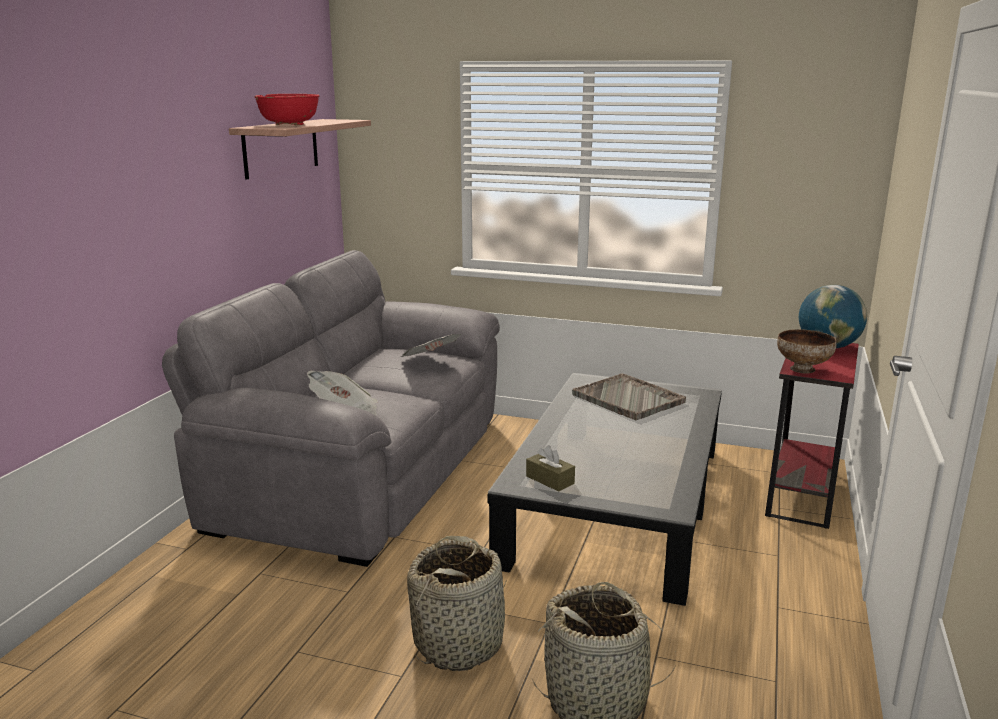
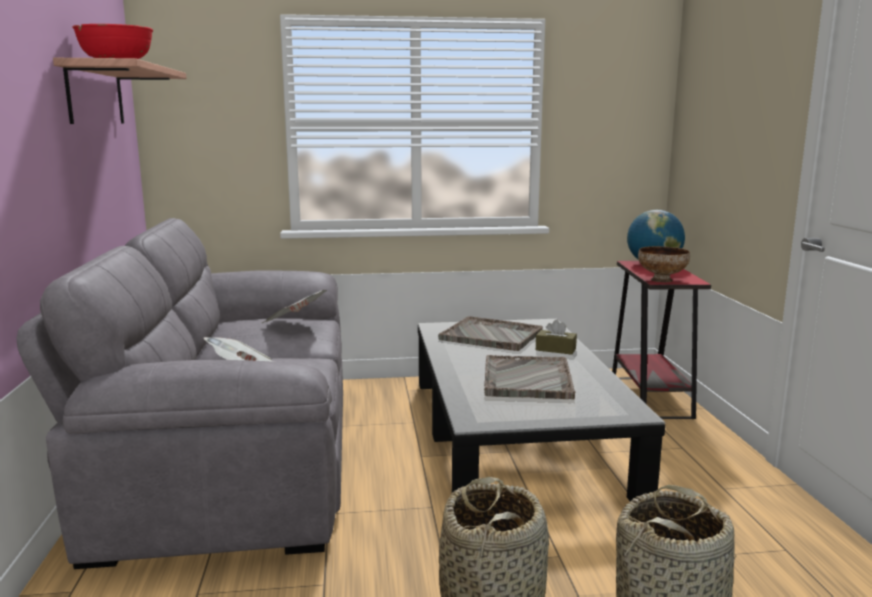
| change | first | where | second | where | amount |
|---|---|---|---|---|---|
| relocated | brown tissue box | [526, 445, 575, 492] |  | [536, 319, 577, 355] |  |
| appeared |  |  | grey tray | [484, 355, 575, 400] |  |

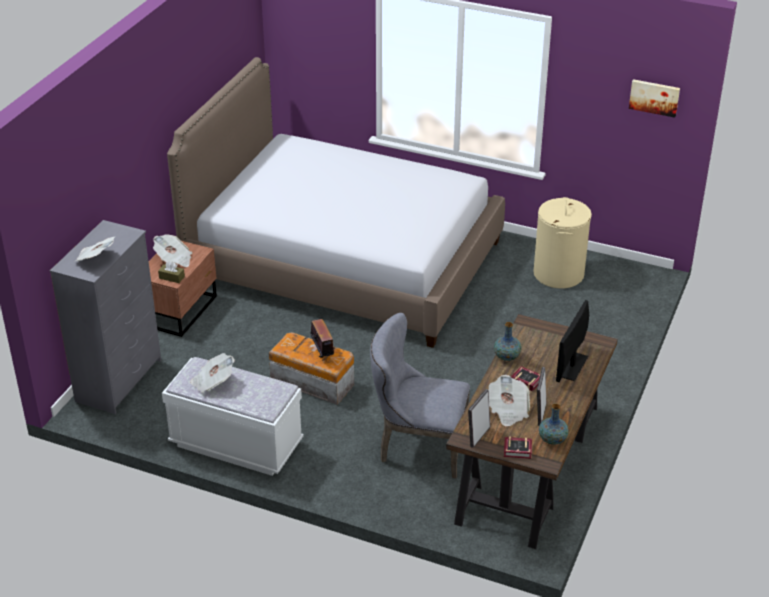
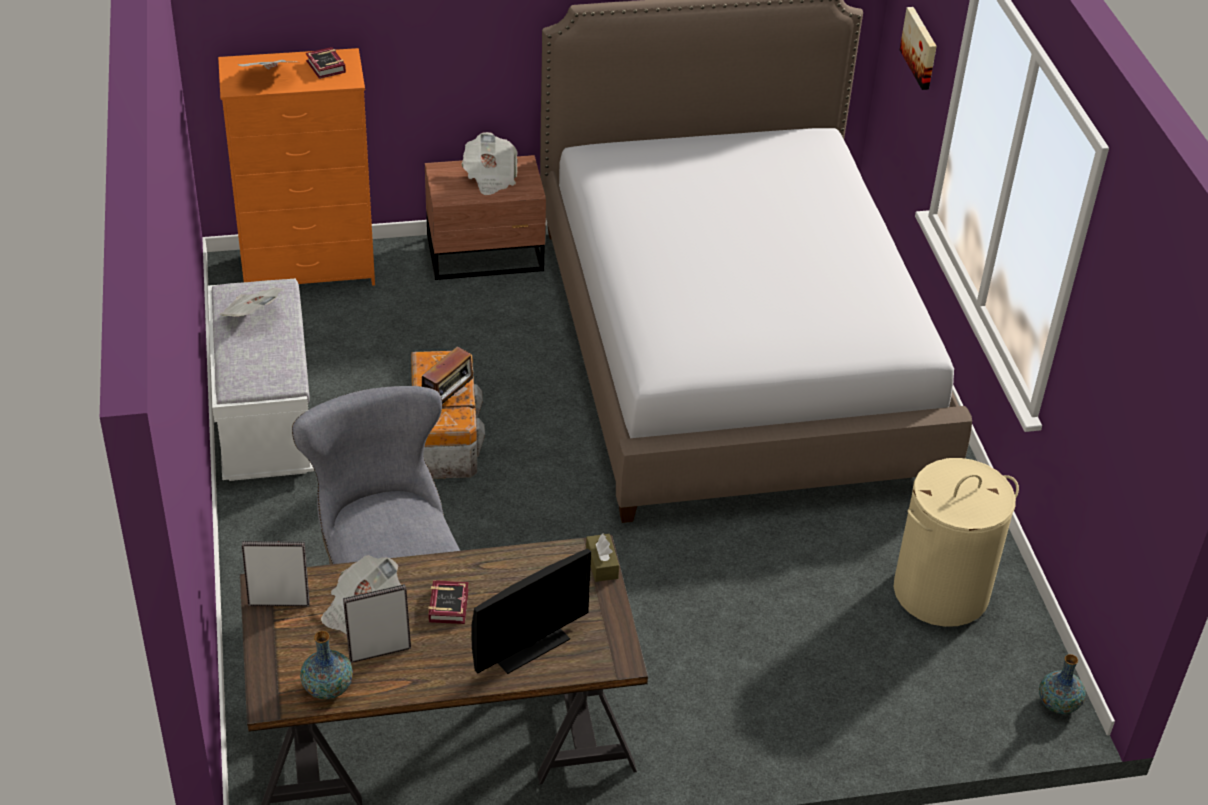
| change | first | where | second | where | amount |
|---|---|---|---|---|---|
| relocated | picture | [629, 79, 680, 118] |  | [900, 7, 937, 90] |  |
| colour | grey dresser | [50, 220, 162, 414] | orange dresser | [218, 48, 375, 286] |  |
| relocated | brown tissue box | [158, 261, 185, 283] |  | [586, 534, 619, 582] |  |
| spun | monitor | [556, 300, 589, 382] |  | [471, 549, 591, 674] | 150 degrees clockwise |
| relocated | vase | [494, 322, 521, 361] |  | [1039, 654, 1086, 714] |  |
| relocated | book | [504, 437, 532, 459] |  | [306, 47, 346, 79] |  |

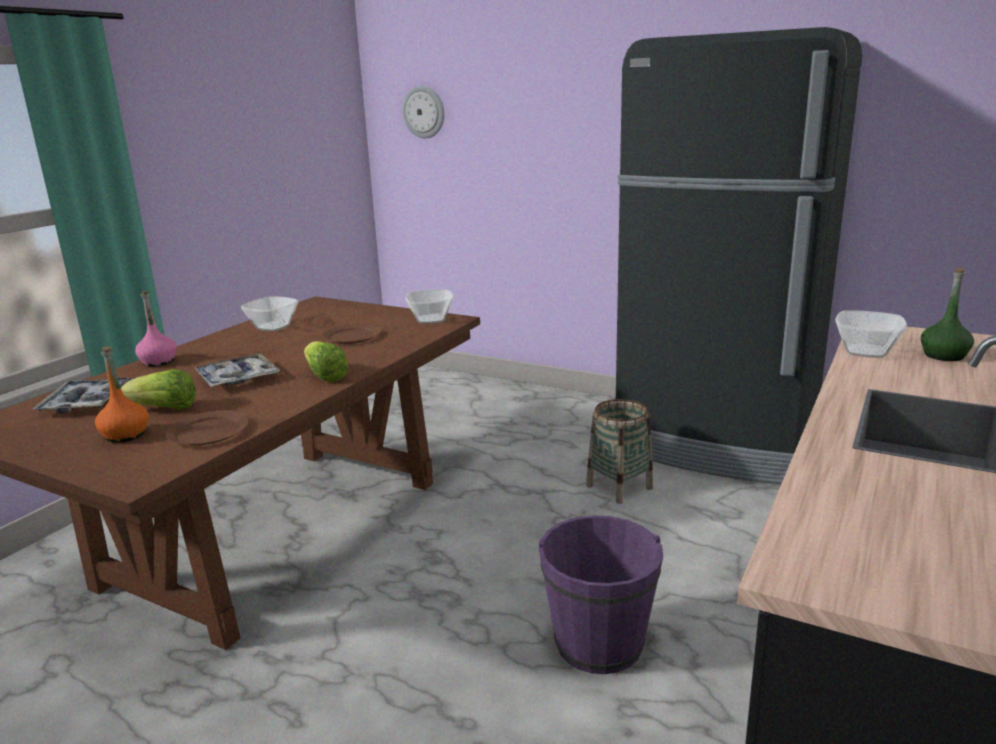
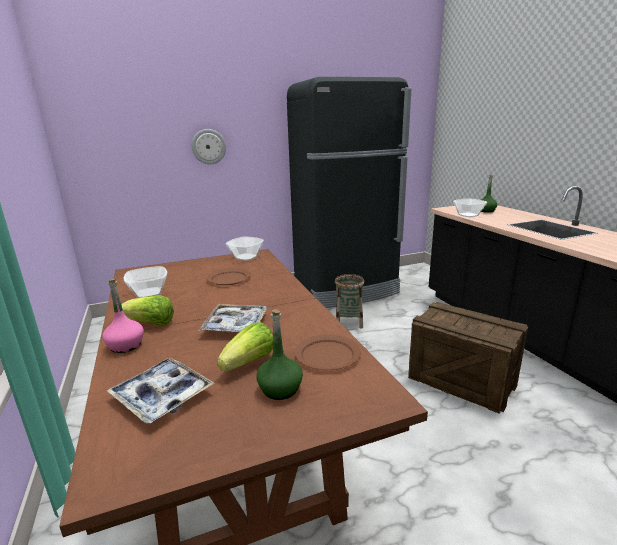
| change | first | where | second | where | amount |
|---|---|---|---|---|---|
| relocated | wall clock | [402, 86, 444, 138] |  | [192, 129, 226, 164] |  |
| relocated | lettuce | [304, 341, 349, 382] |  | [121, 295, 174, 326] |  |
| colour | orange bottle | [95, 346, 149, 443] | green bottle | [257, 309, 303, 400] |  |
| exchanged | purple bucket | [539, 515, 663, 674] | crate | [408, 302, 528, 414] |  |

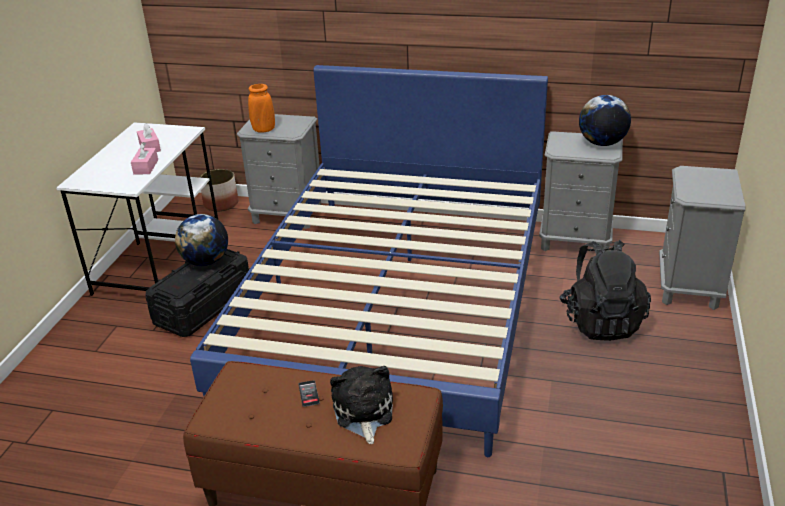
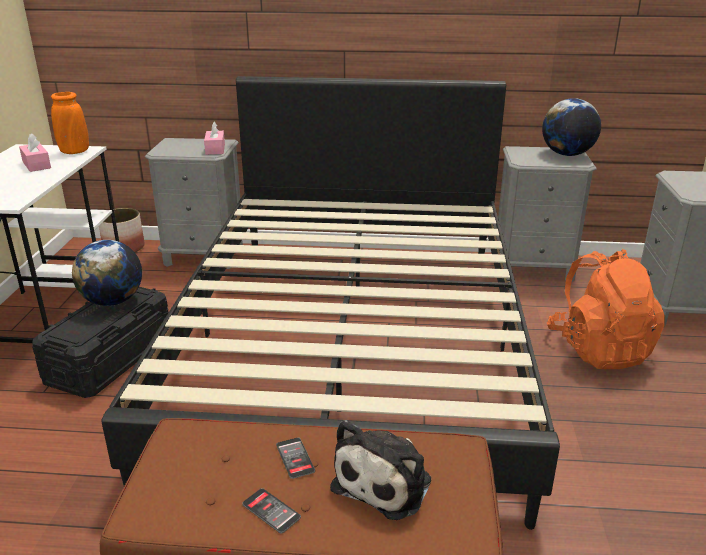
| change | first | where | second | where | amount |
|---|---|---|---|---|---|
| colour | blue bed | [190, 65, 548, 457] | black bed | [102, 76, 560, 530] |  |
| relocated | orange vase | [248, 84, 275, 133] |  | [51, 92, 89, 154] |  |
| relocated | pink tissue box | [131, 142, 158, 175] |  | [204, 121, 225, 155] |  |
| colour | black backpack | [559, 240, 651, 341] | orange backpack | [547, 249, 665, 369] |  |
| spun | plush toy | [330, 366, 393, 444] |  | [330, 420, 431, 520] | 135 degrees counterclockwise |
| appeared |  |  | phone | [242, 488, 301, 534] |  |

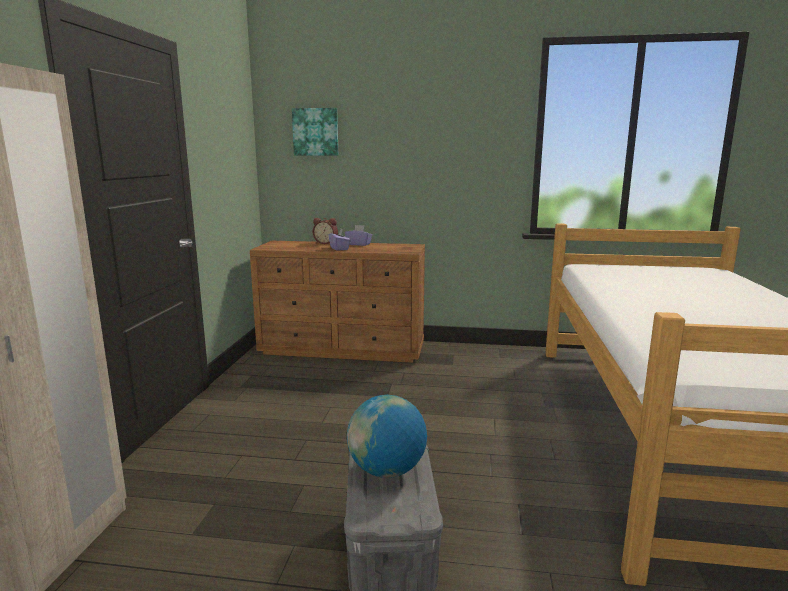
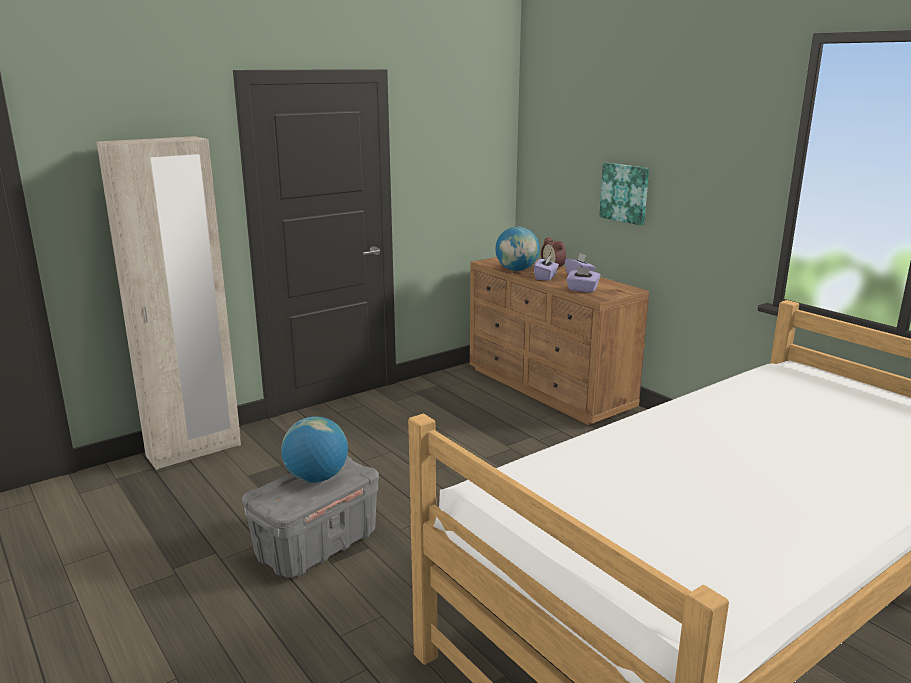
| change | first | where | second | where | amount |
|---|---|---|---|---|---|
| relocated | picture | [292, 108, 338, 156] |  | [599, 163, 649, 225] |  |
| appeared |  |  | globe | [495, 227, 540, 271] |  |
| appeared |  |  | purple tissue box | [566, 267, 600, 293] |  |

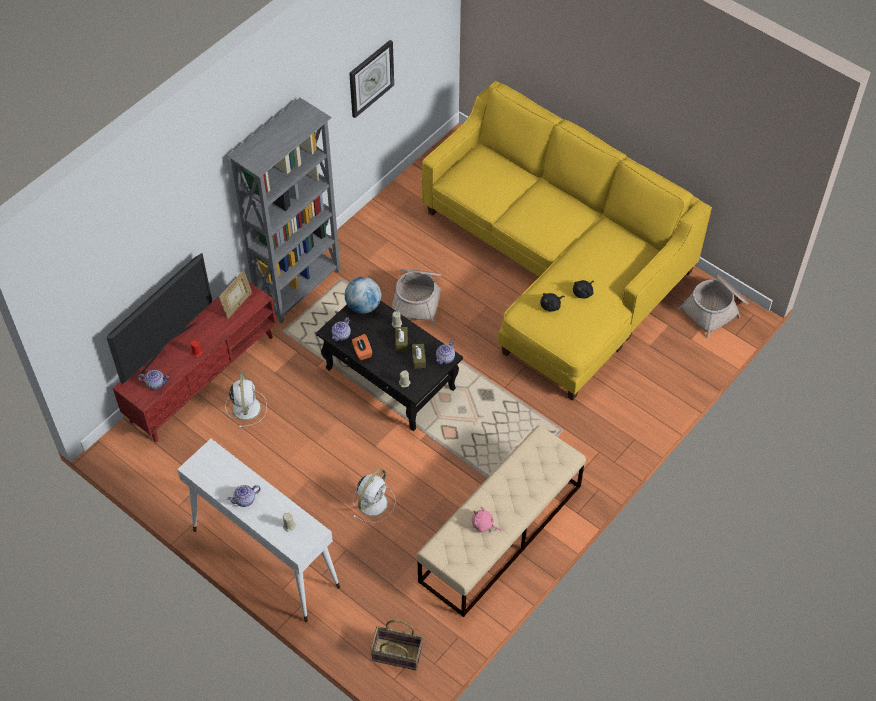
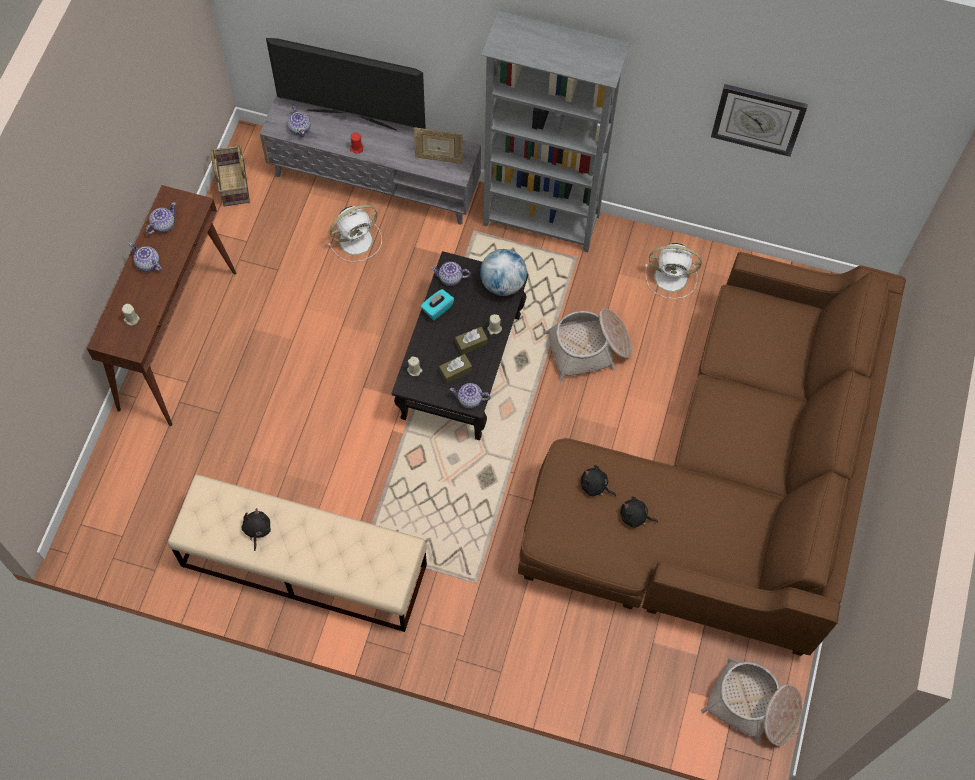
| change | first | where | second | where | amount |
|---|---|---|---|---|---|
| colour | yellow sofa | [422, 81, 712, 401] | brown sofa | [518, 252, 906, 656] |  |
| colour | red tv stand | [113, 281, 276, 442] | grey tv stand | [260, 95, 481, 225] |  |
| colour | orange tissue box | [352, 334, 372, 360] | turquoise tissue box | [421, 289, 454, 320] |  |
| colour | white console table | [177, 439, 340, 622] | brown console table | [87, 185, 236, 426] |  |
| relocated | white fan | [353, 468, 396, 523] |  | [645, 243, 702, 299] |  |
| colour | pink plush toy | [472, 507, 501, 532] | black plush toy | [241, 508, 271, 551] |  |
| relocated | basket | [370, 620, 423, 670] |  | [211, 145, 250, 206] |  |
| appeared |  |  | teapot | [146, 202, 176, 234] |  |

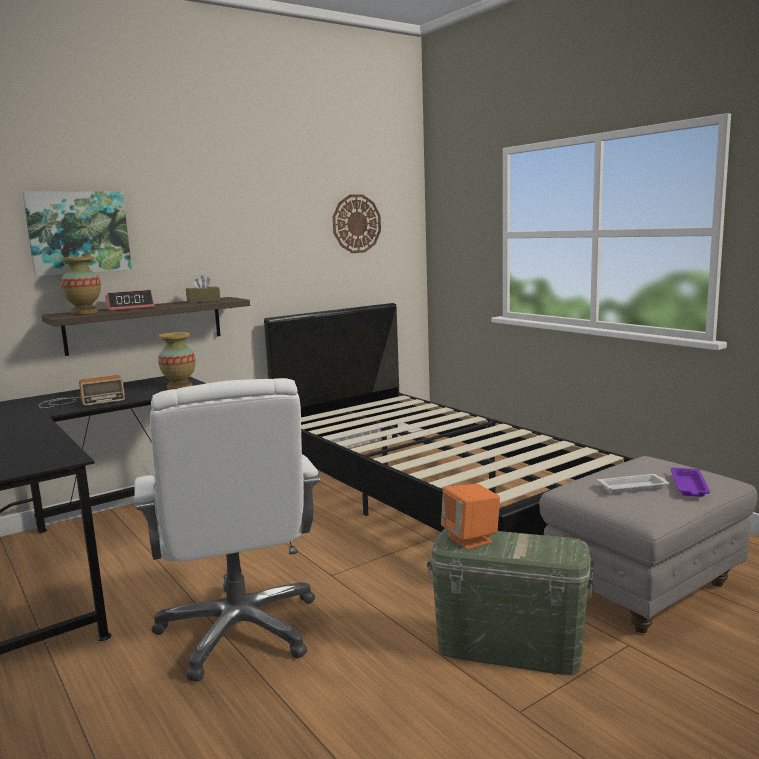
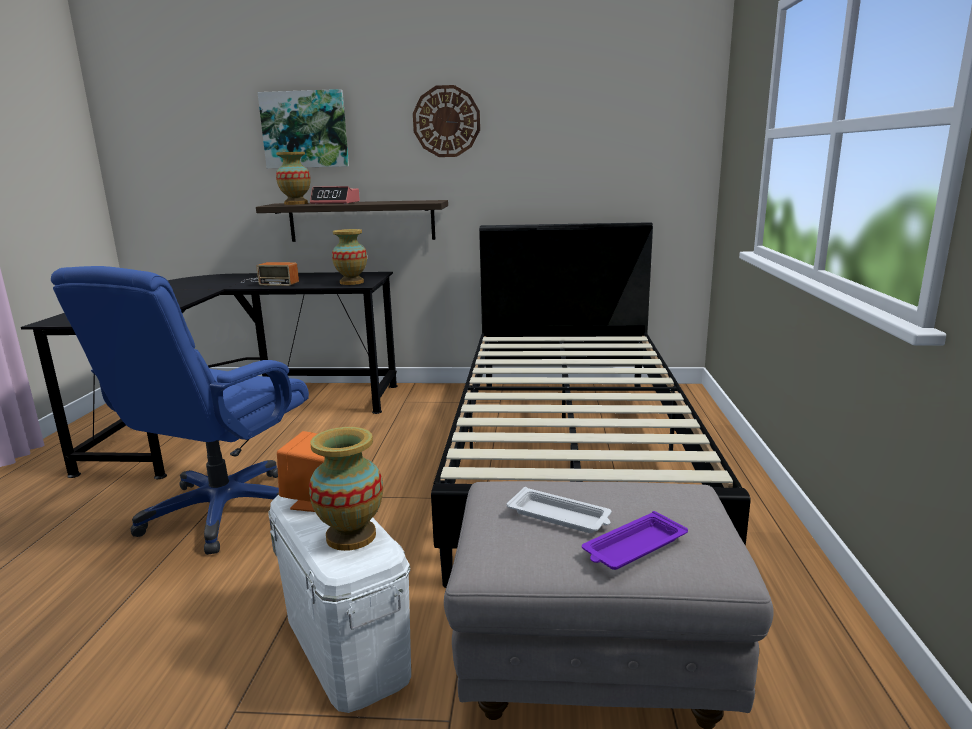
| change | first | where | second | where | amount |
|---|---|---|---|---|---|
| relocated | wall clock | [333, 194, 381, 253] |  | [413, 85, 480, 157] |  |
| missing | brown tissue box | [186, 275, 220, 303] |  |  |  |
| colour | white office chair | [134, 378, 320, 682] | blue office chair | [51, 266, 309, 555] |  |
| colour | green storage box | [427, 529, 594, 675] | white storage box | [268, 495, 411, 713] |  |
| appeared |  |  | vase | [309, 427, 383, 551] |  |

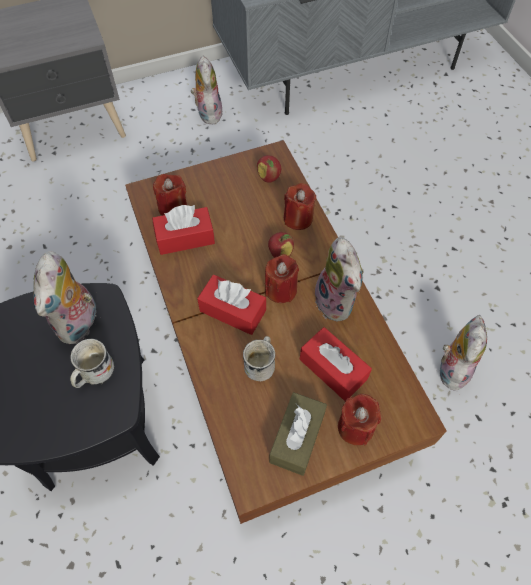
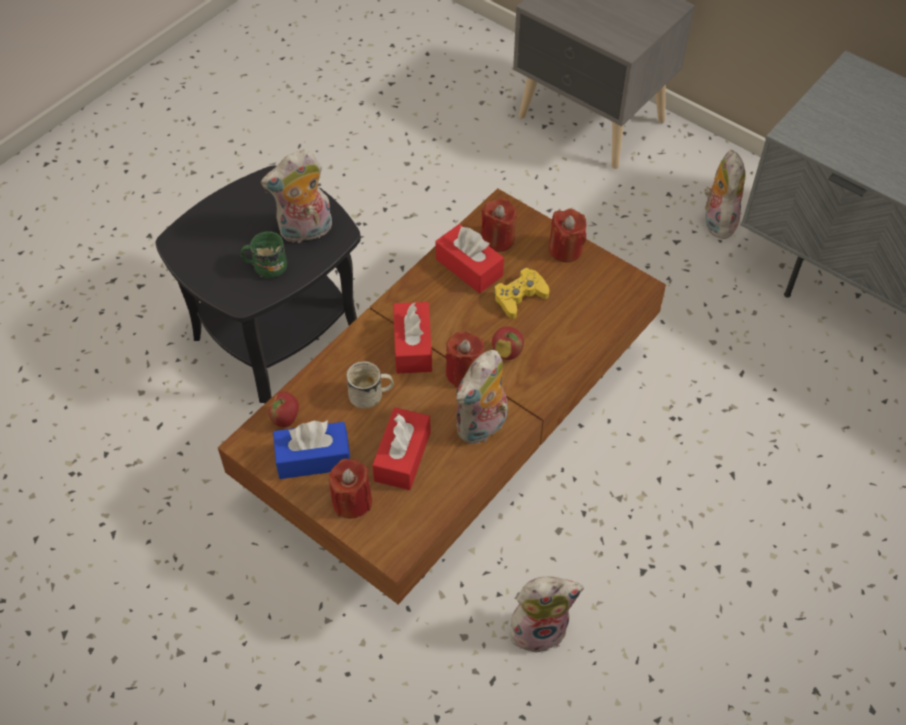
| change | first | where | second | where | amount |
|---|---|---|---|---|---|
| spun | plush toy | [191, 56, 223, 124] |  | [704, 150, 745, 239] | 45 degrees counterclockwise |
| relocated | apple | [257, 155, 281, 183] |  | [268, 392, 299, 427] |  |
| relocated | red candle | [284, 183, 316, 230] |  | [549, 209, 586, 262] |  |
| colour | white mug | [70, 339, 114, 388] | green mug | [241, 231, 287, 278] |  |
| colour | brown tissue box | [269, 392, 327, 476] | blue tissue box | [273, 420, 350, 479] |  |
| appeared |  |  | yellow game controller | [494, 268, 549, 319] |  |

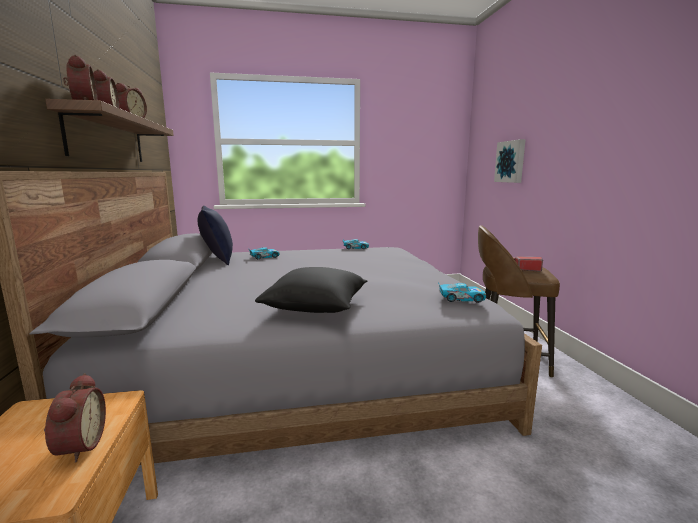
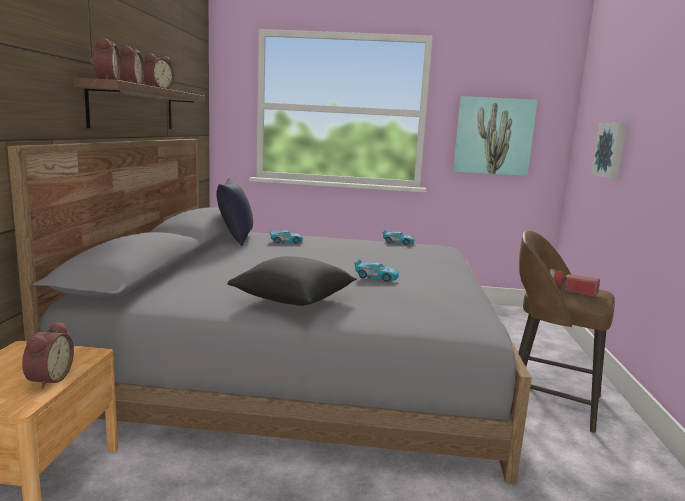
| change | first | where | second | where | amount |
|---|---|---|---|---|---|
| relocated | toy car | [438, 282, 486, 303] |  | [354, 260, 399, 282] |  |
| appeared |  |  | picture | [453, 96, 538, 176] |  |

